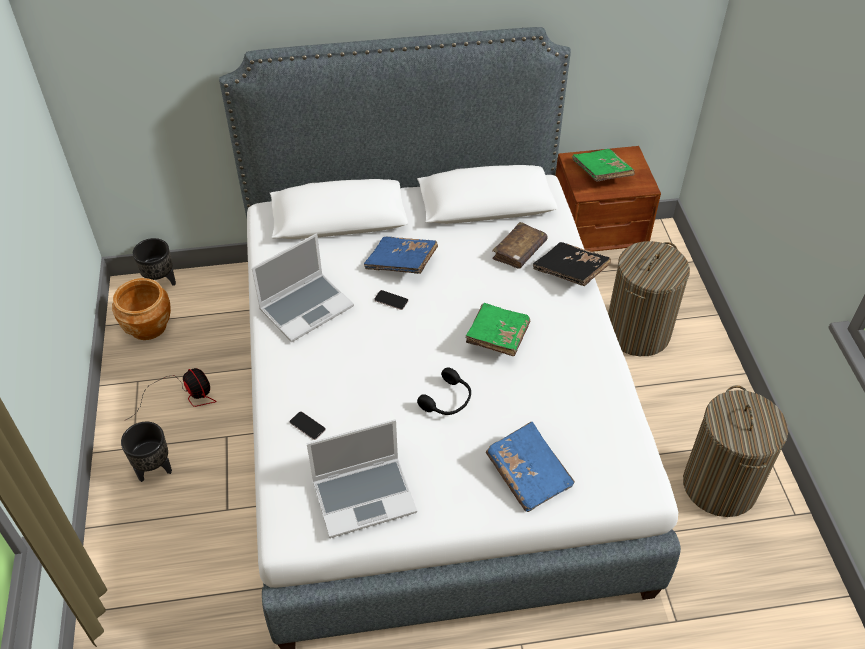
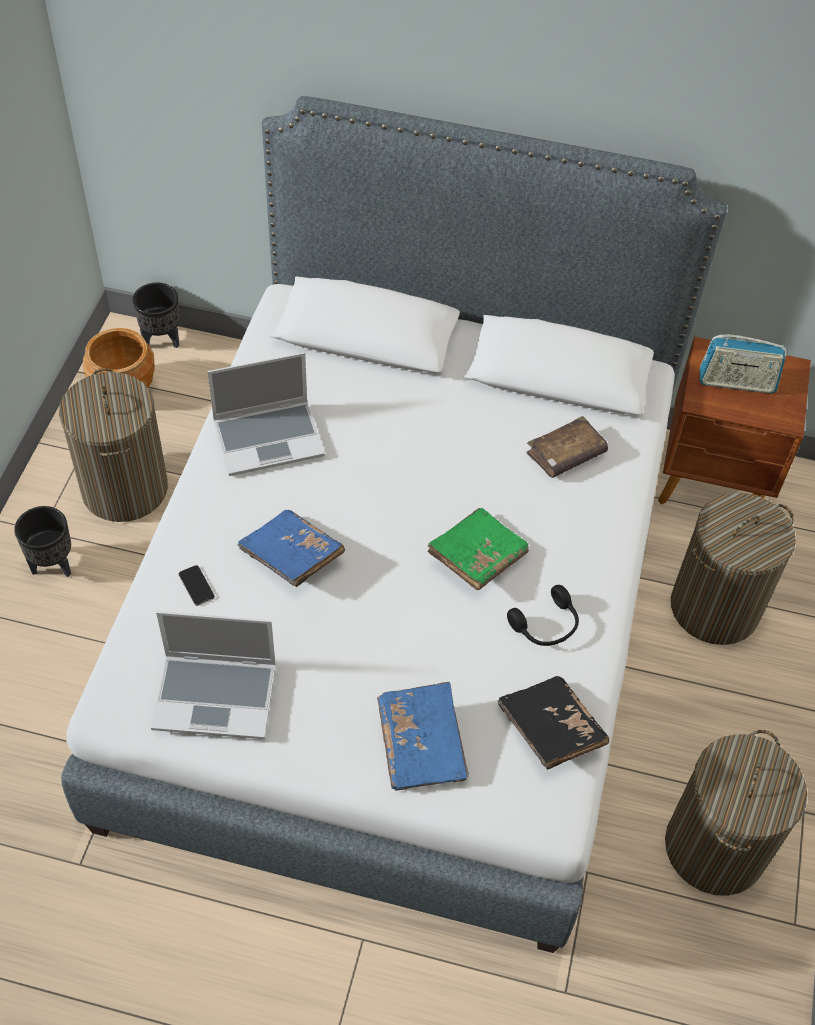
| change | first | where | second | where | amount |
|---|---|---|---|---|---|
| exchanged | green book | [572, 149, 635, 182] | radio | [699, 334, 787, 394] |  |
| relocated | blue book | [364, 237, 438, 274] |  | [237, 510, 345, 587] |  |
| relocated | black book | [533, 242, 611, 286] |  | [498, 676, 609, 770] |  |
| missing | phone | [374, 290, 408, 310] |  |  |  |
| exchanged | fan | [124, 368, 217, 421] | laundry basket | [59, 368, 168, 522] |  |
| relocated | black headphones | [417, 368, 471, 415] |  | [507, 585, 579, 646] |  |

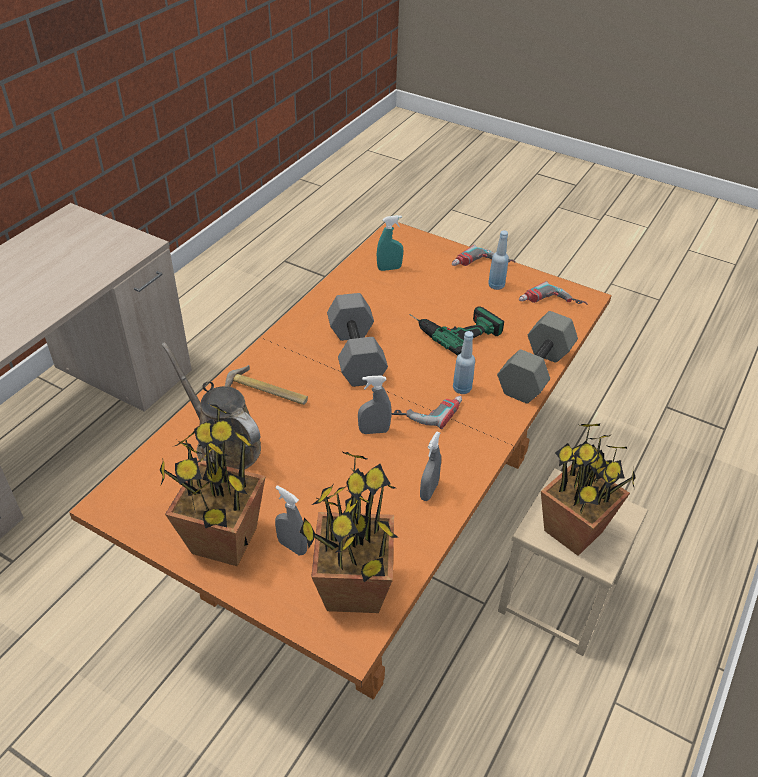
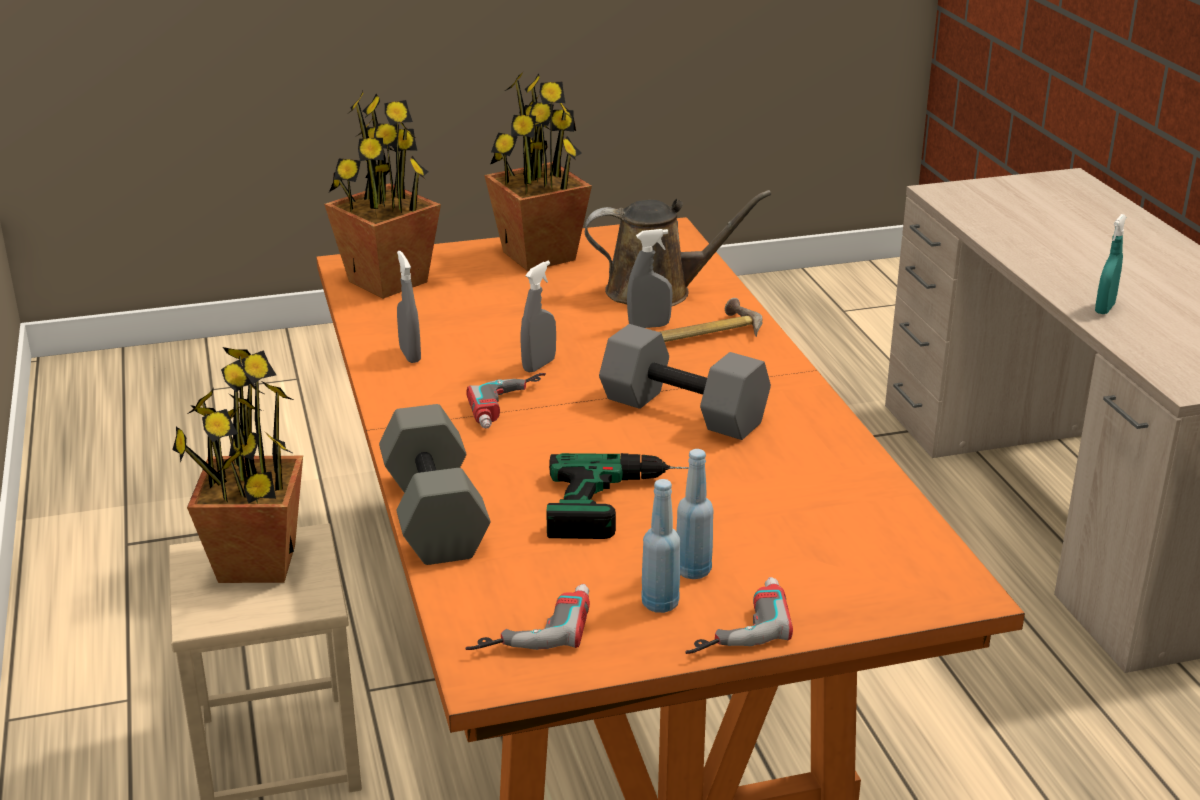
| change | first | where | second | where | amount |
|---|---|---|---|---|---|
| relocated | turquoise spray bottle | [377, 215, 403, 271] |  | [1095, 214, 1126, 314] |  |
| relocated | blue bottle | [453, 331, 475, 394] |  | [676, 449, 714, 579] |  |
| relocated | grey spray bottle | [275, 485, 308, 555] |  | [627, 229, 673, 328] |  |

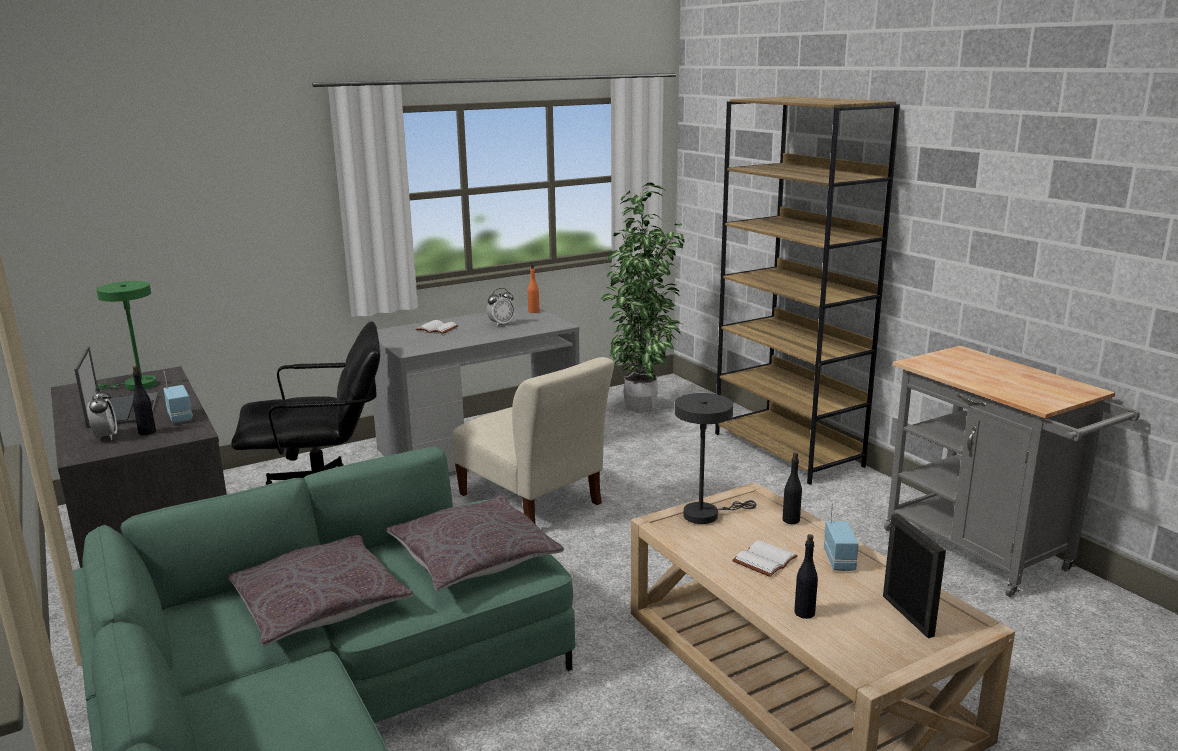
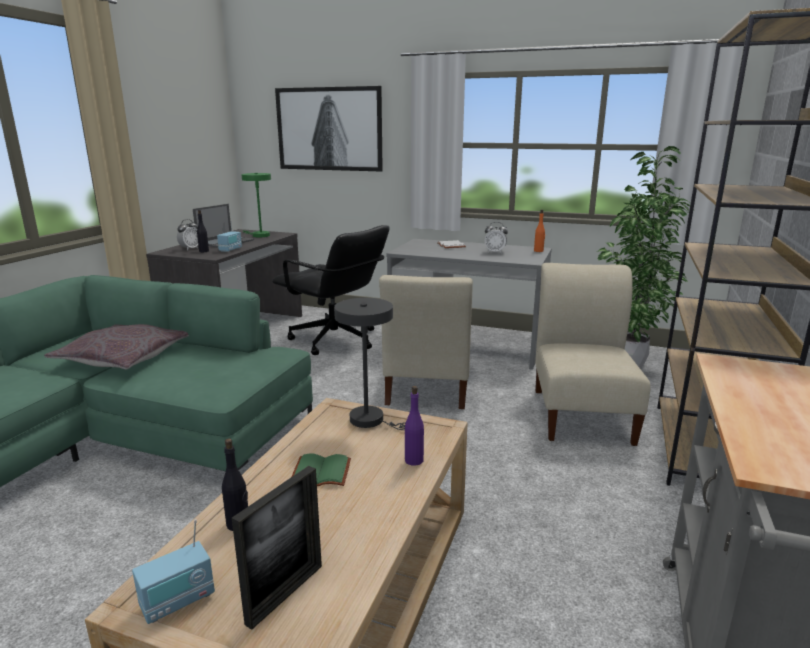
| change | first | where | second | where | amount |
|---|---|---|---|---|---|
| colour | black bottle | [783, 452, 802, 524] | purple bottle | [405, 386, 424, 466] |  |
| missing | grey pillow | [386, 495, 564, 591] |  |  |  |
| relocated | radio | [824, 503, 859, 571] |  | [132, 519, 215, 624] |  |
| colour | white book | [732, 540, 798, 577] | green book | [292, 453, 351, 486] |  |
| appeared |  |  | picture | [275, 86, 383, 172] |  |
| appeared |  |  | beige chair | [535, 263, 651, 446] |  |

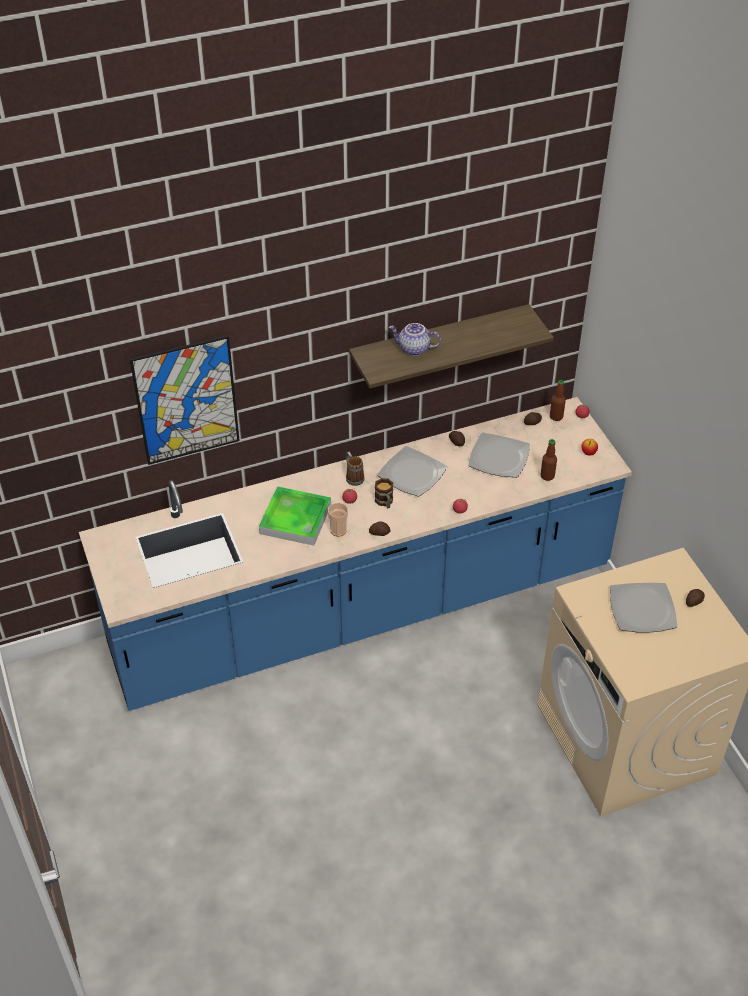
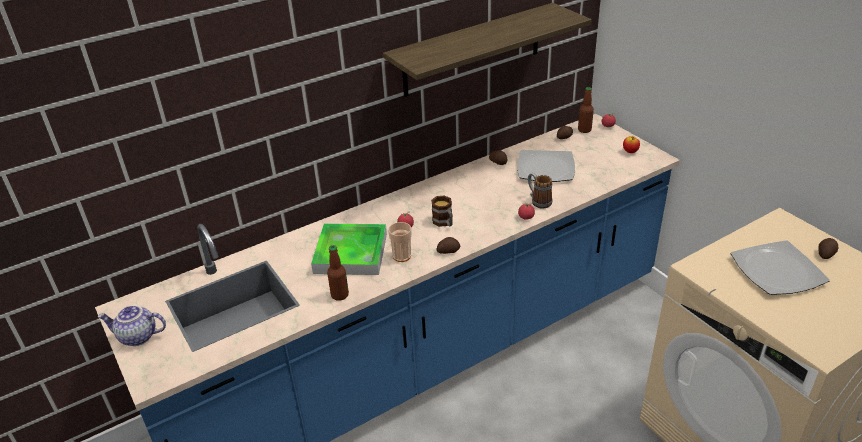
| change | first | where | second | where | amount |
|---|---|---|---|---|---|
| relocated | teapot | [389, 323, 441, 356] |  | [98, 305, 166, 346] |  |
| missing | picture | [130, 335, 240, 465] |  |  |  |
| relocated | bottle | [540, 439, 557, 481] |  | [327, 245, 349, 301] |  |
| missing | plate | [377, 446, 447, 497] |  |  |  |
| relocated | mug | [346, 452, 365, 486] |  | [528, 173, 552, 209] |  |

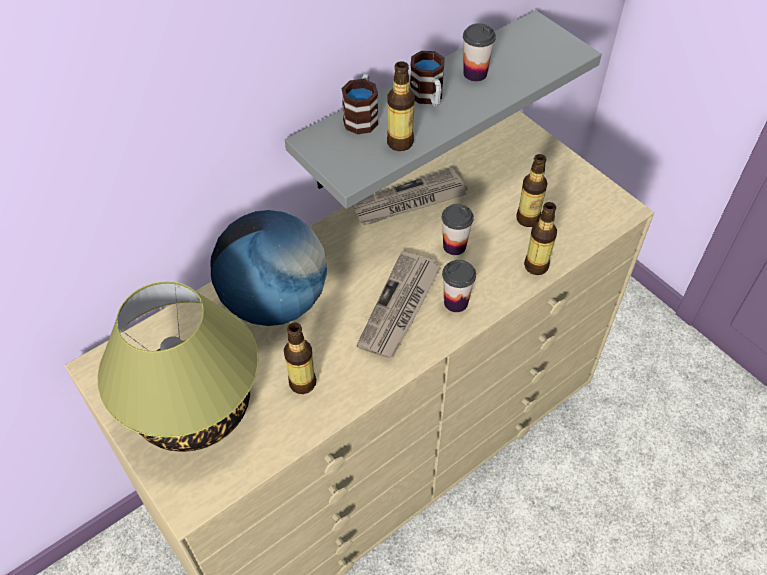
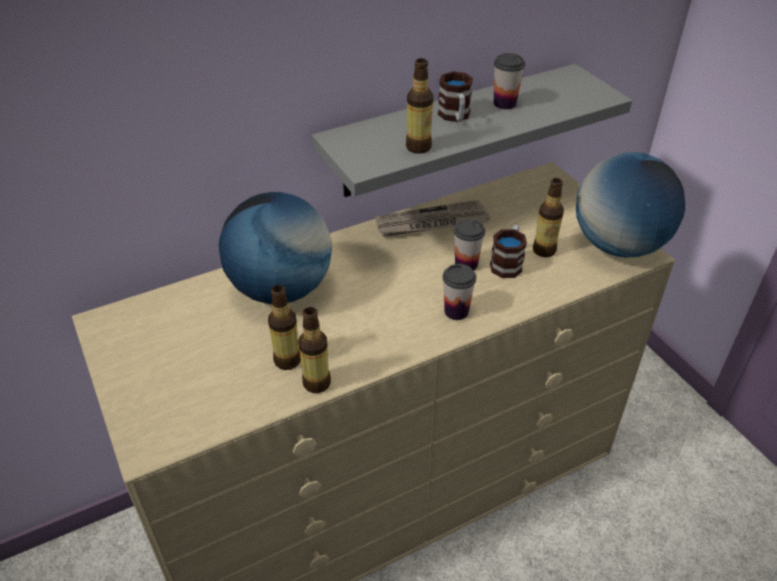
| change | first | where | second | where | amount |
|---|---|---|---|---|---|
| relocated | mug | [341, 73, 378, 134] |  | [490, 225, 527, 278] |  |
| relocated | bottle | [524, 202, 557, 275] |  | [298, 307, 331, 393] |  |
| missing | newspaper | [357, 251, 441, 358] |  |  |  |
| missing | table lamp | [97, 281, 258, 452] |  |  |  |
| appeared |  |  | globe | [576, 152, 685, 258] |  |

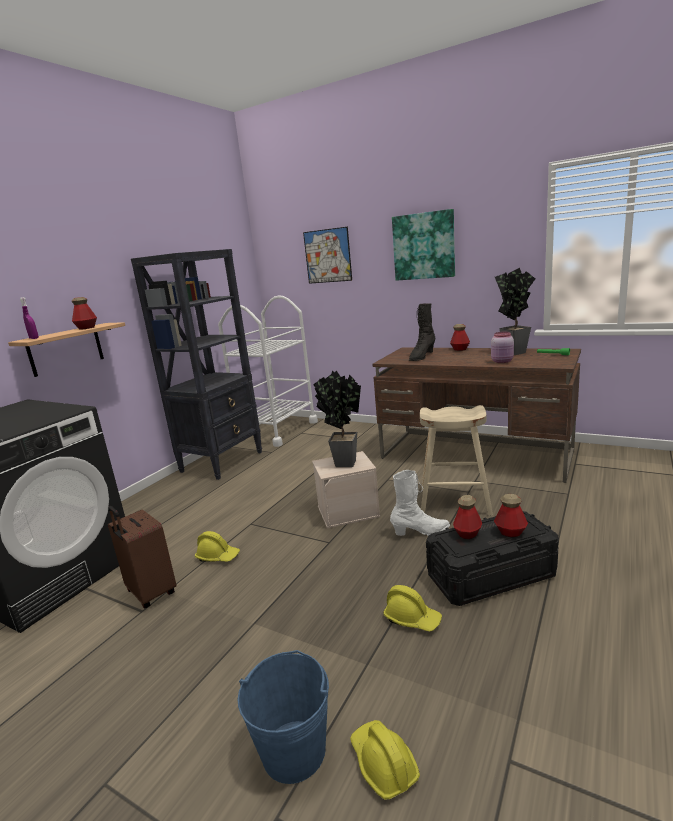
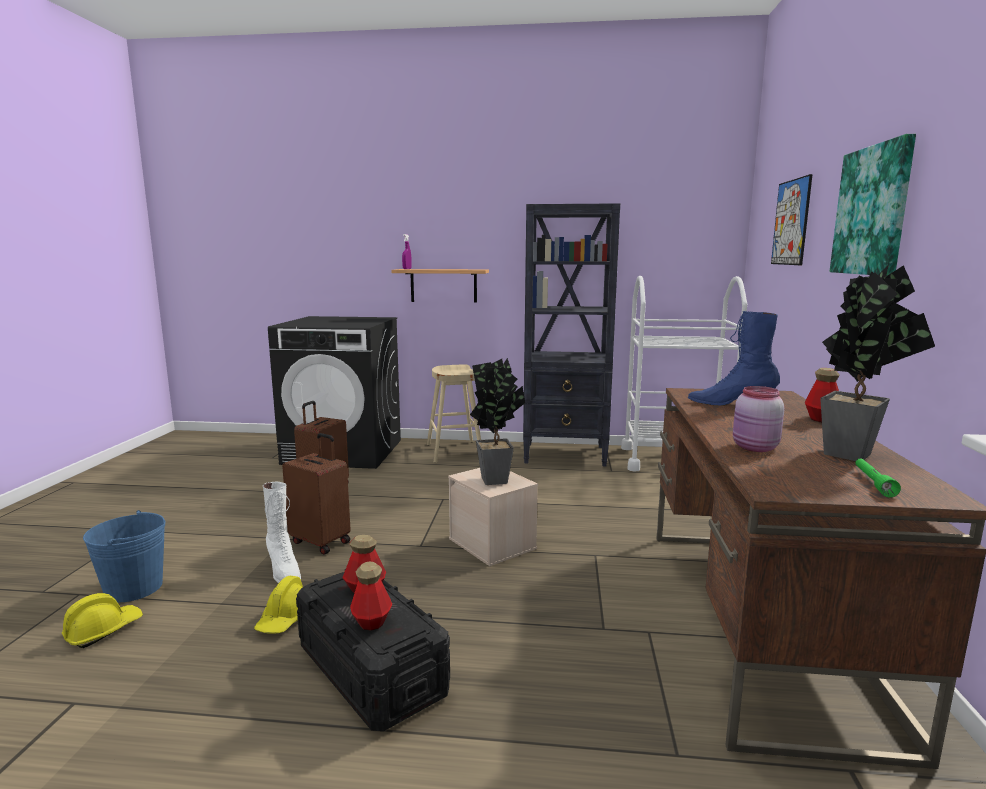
| change | first | where | second | where | amount |
|---|---|---|---|---|---|
| missing | bottle | [72, 297, 97, 330] |  |  |  |
| colour | black boot | [409, 303, 435, 361] | blue boot | [687, 311, 780, 406] |  |
| relocated | beige stool | [420, 405, 493, 516] |  | [427, 365, 481, 463] |  |
| relocated | white boot | [390, 470, 450, 536] |  | [263, 482, 301, 583] |  |
| missing | yellow hard hat | [195, 531, 240, 562] |  |  |  |
| appeared |  |  | brown suitcase | [282, 433, 351, 555] |  |

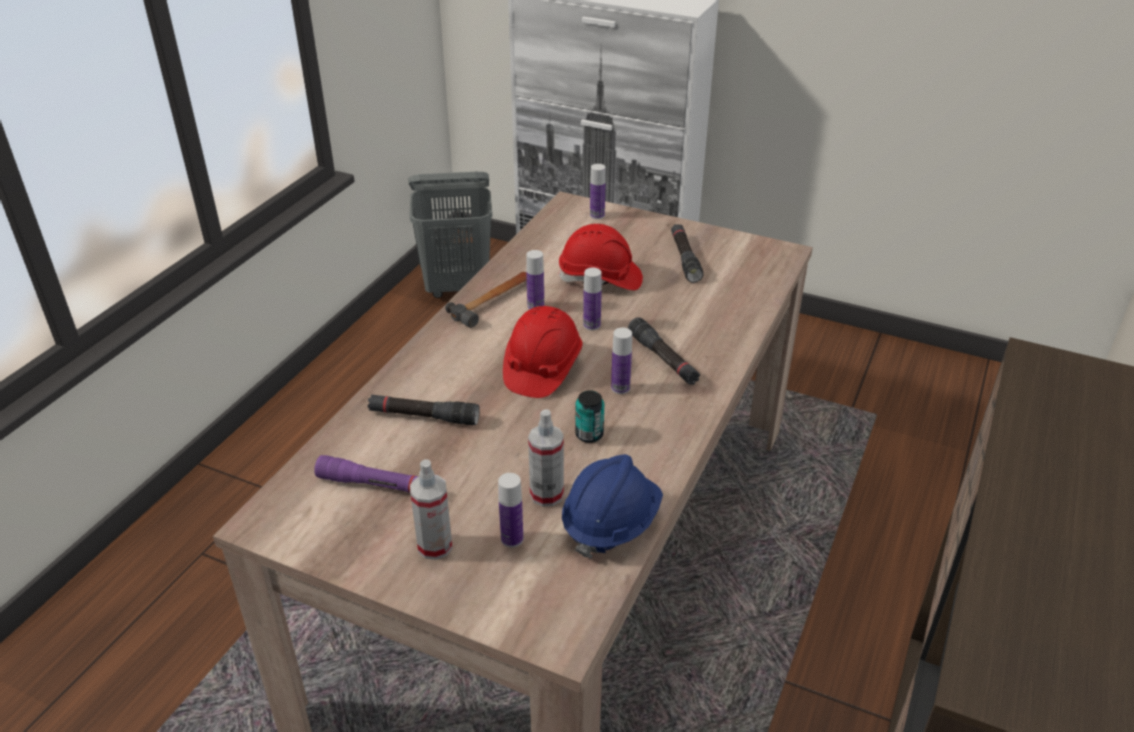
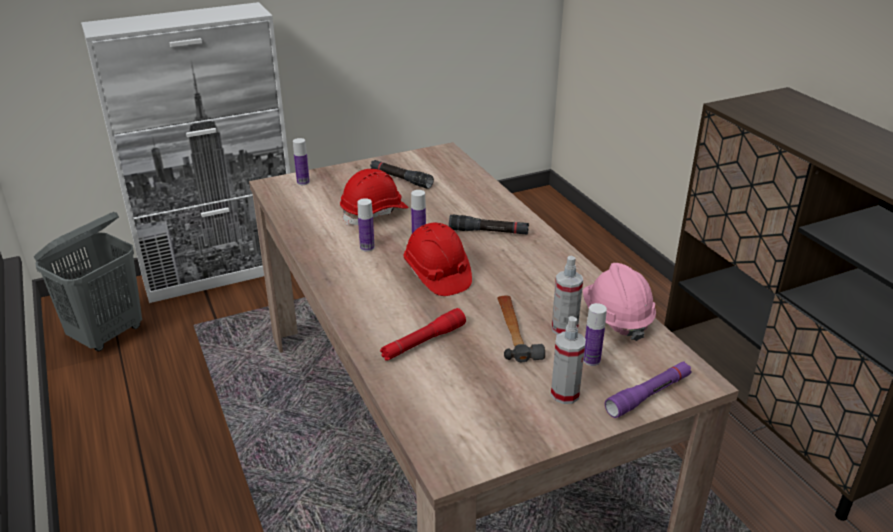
| change | first | where | second | where | amount |
|---|---|---|---|---|---|
| relocated | hammer | [445, 272, 527, 328] |  | [497, 296, 545, 362] |  |
| missing | bottle | [611, 328, 632, 394] |  |  |  |
| missing | can | [575, 390, 604, 443] |  |  |  |
| colour | black flashlight | [368, 395, 480, 425] | red flashlight | [380, 308, 466, 361] |  |
| colour | blue hard hat | [562, 454, 663, 559] | pink hard hat | [582, 263, 656, 341] |  |
| relocated | purple flashlight | [314, 455, 419, 493] |  | [605, 361, 692, 418] |  |

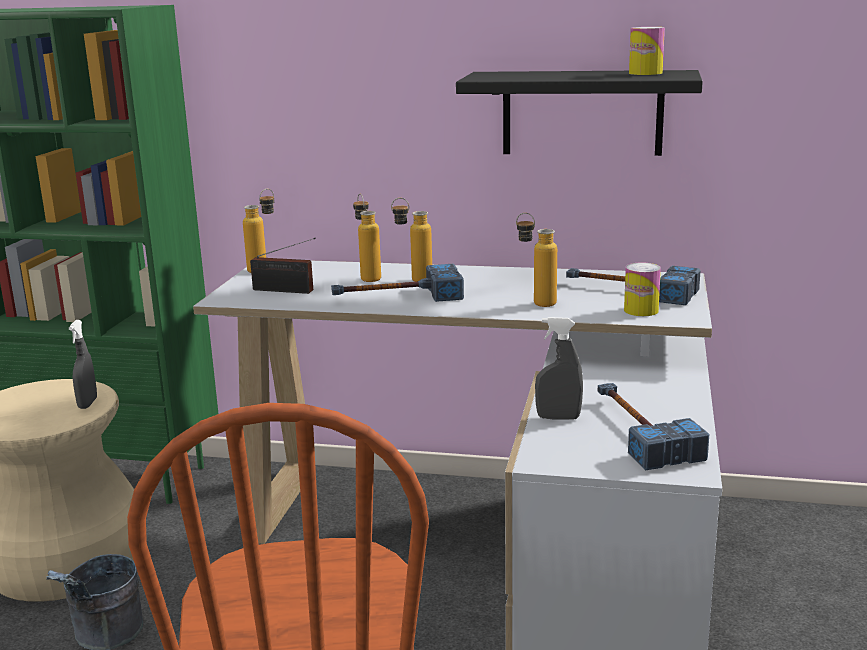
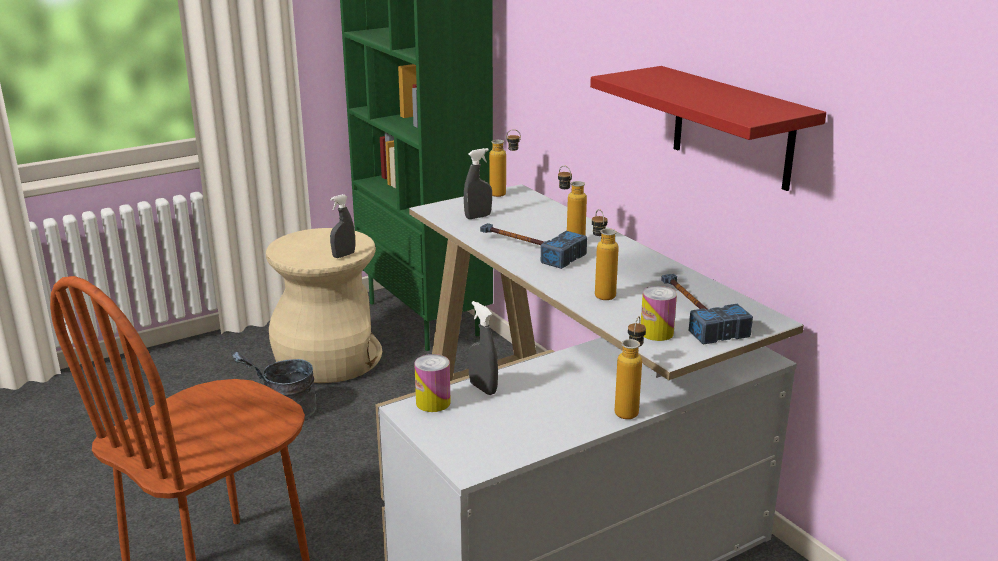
| change | first | where | second | where | amount |
|---|---|---|---|---|---|
| relocated | can | [629, 27, 665, 75] |  | [414, 354, 451, 412] |  |
| colour | black shelf | [456, 70, 703, 156] | red shelf | [590, 66, 826, 191] |  |
| relocated | bottle | [353, 193, 381, 282] |  | [615, 316, 646, 419] |  |
| exchanged | radio | [250, 238, 316, 294] | grey spray bottle | [464, 148, 492, 219] |  |
| missing | hammer | [598, 383, 709, 470] |  |  |  |

